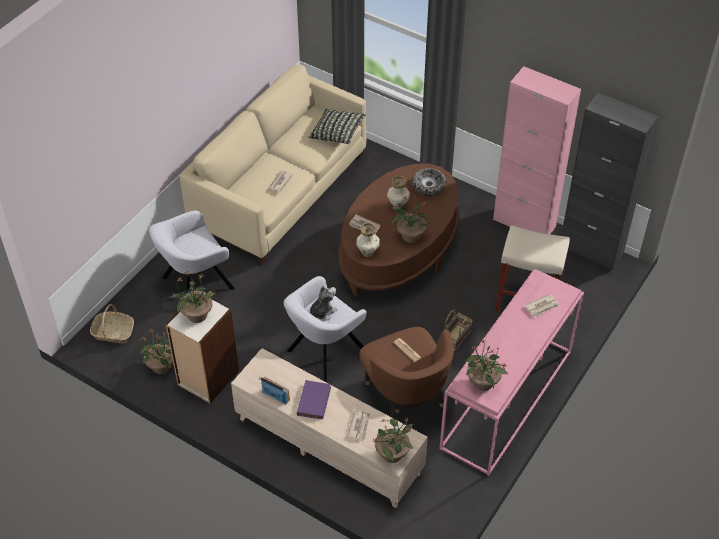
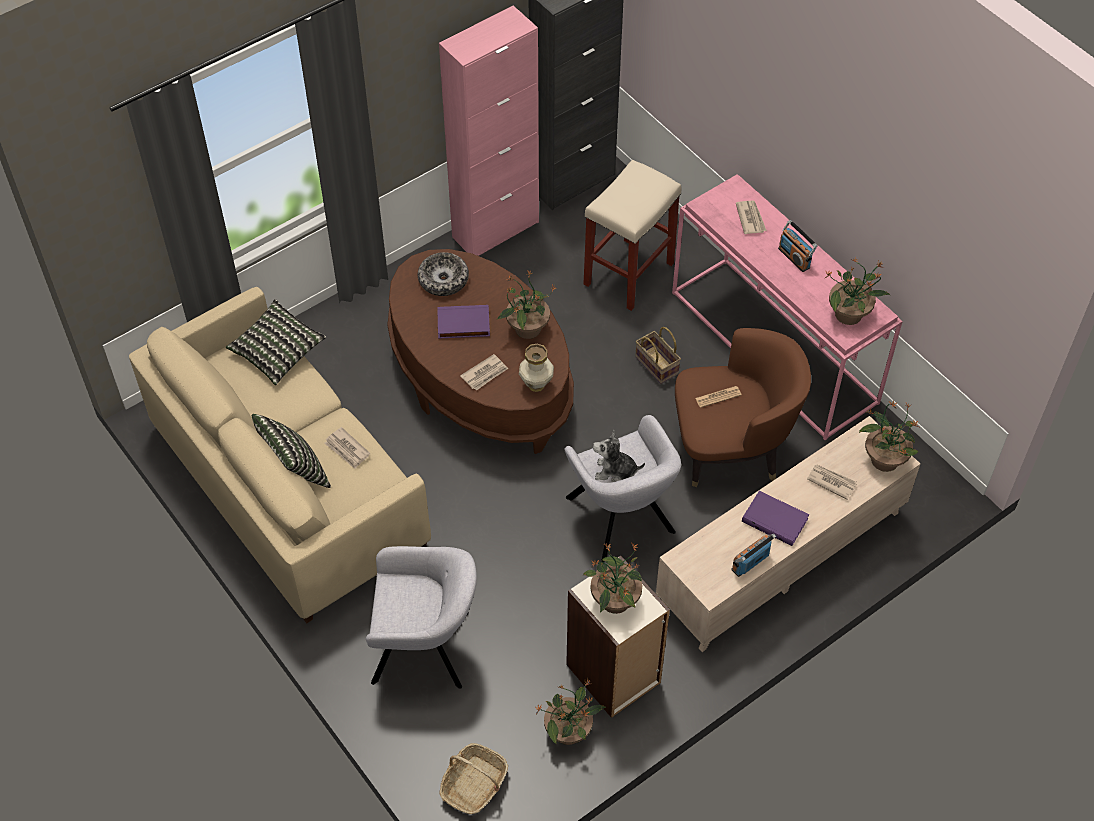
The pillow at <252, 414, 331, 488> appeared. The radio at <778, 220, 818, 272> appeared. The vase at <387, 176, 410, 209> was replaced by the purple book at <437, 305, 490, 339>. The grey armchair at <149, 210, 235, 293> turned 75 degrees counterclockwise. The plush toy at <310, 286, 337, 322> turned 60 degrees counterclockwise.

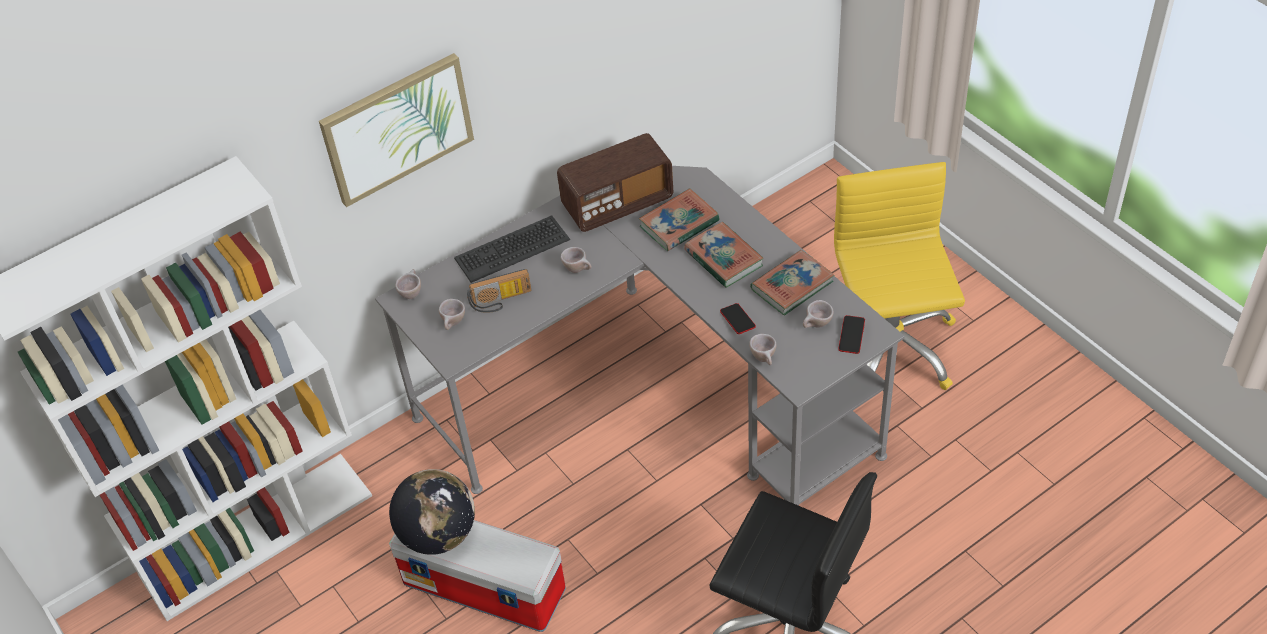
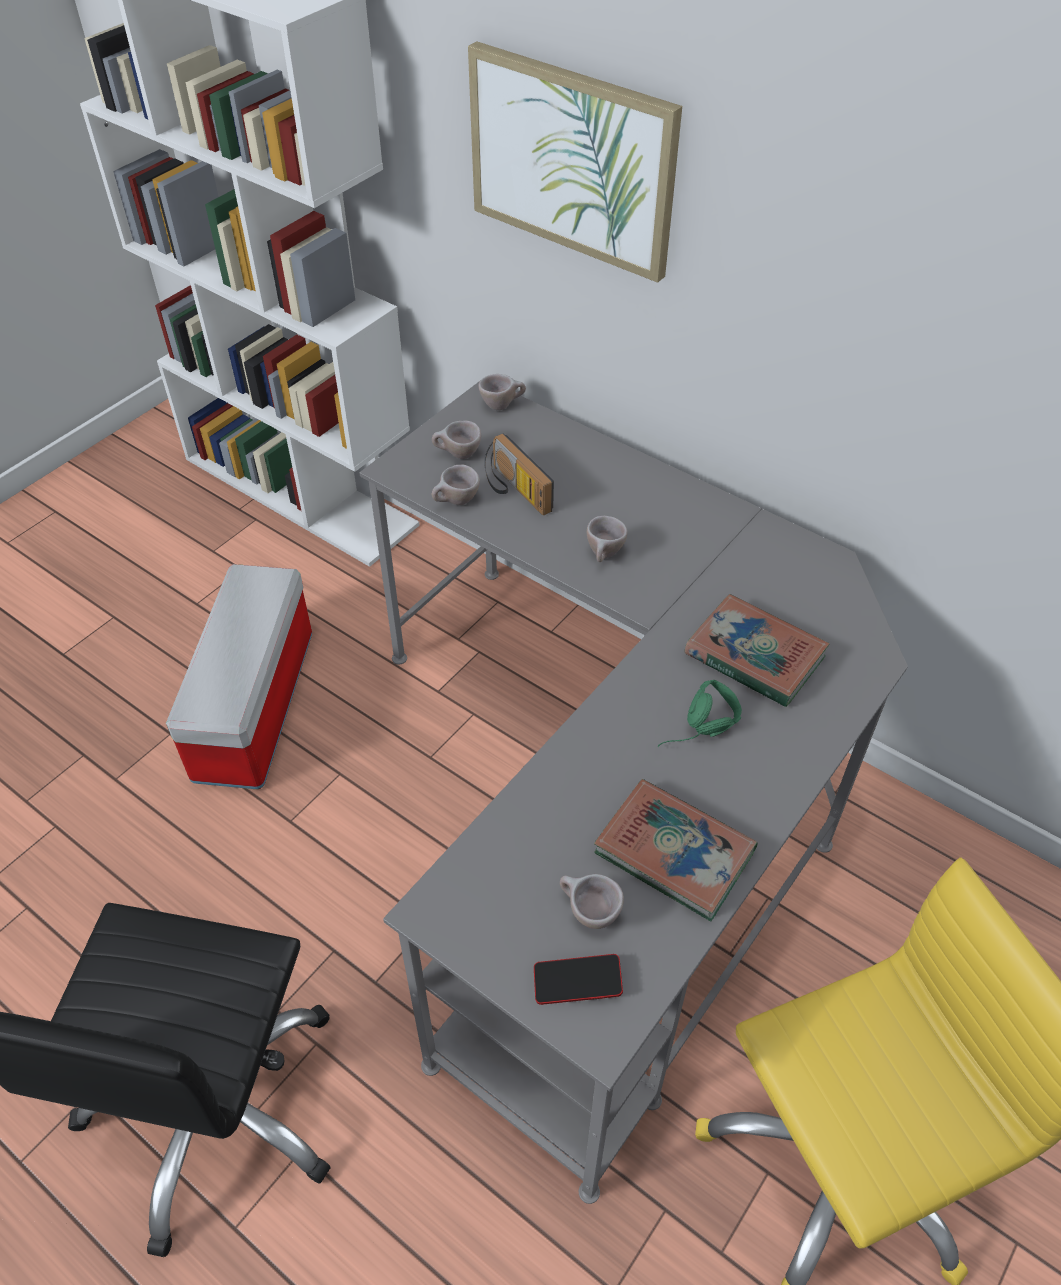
The globe at <389, 469, 475, 555> disappeared. The keyboard at <454, 215, 570, 283> disappeared. The radio at <557, 133, 673, 232> disappeared. The phone at <720, 303, 756, 334> disappeared. The beige cup moved from <749, 334, 776, 365> to <432, 465, 480, 505>. The book at <684, 222, 764, 288> was replaced by the green headphones at <657, 680, 742, 747>.

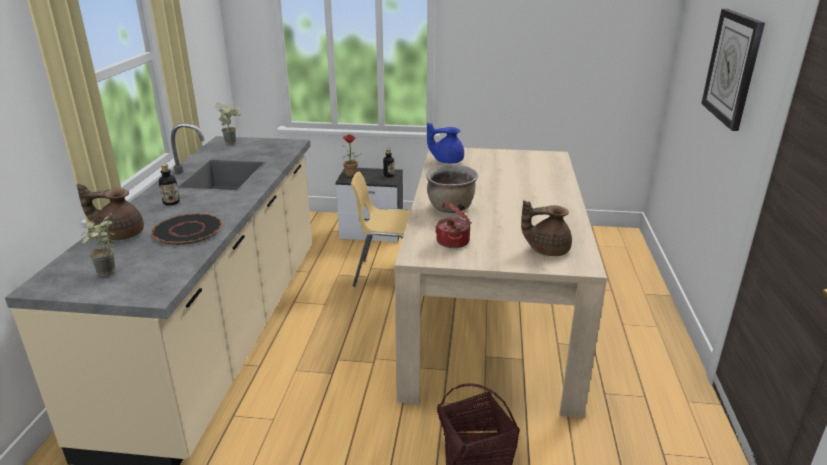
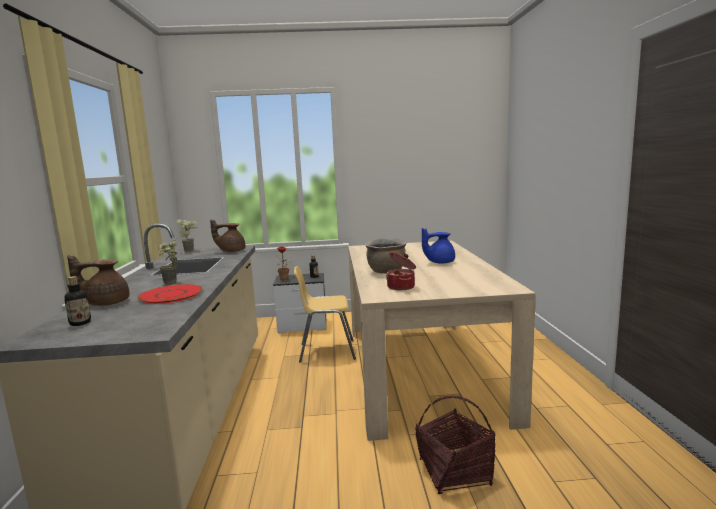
The wall clock at <701, 9, 765, 131> disappeared. The potted plant moved from <81, 213, 116, 277> to <159, 237, 178, 284>. The bottle moved from <159, 164, 180, 206> to <64, 276, 91, 326>. The blue teapot moved from <427, 122, 464, 163> to <422, 228, 455, 263>. The brown teapot moved from <521, 200, 572, 256> to <210, 219, 245, 252>. The black plate at <152, 213, 222, 245> became the red plate at <138, 284, 203, 304>.

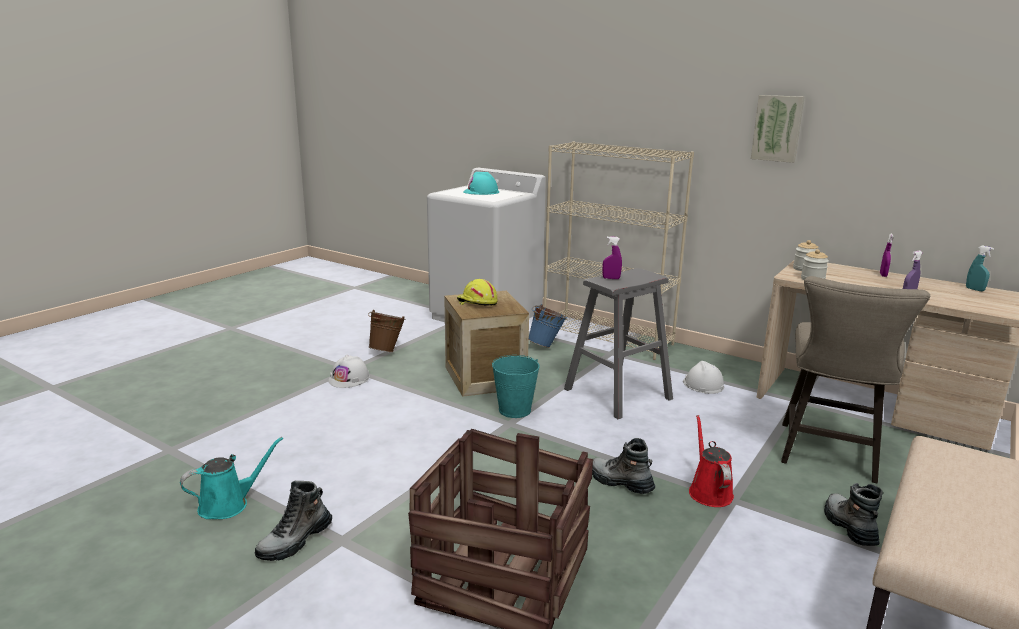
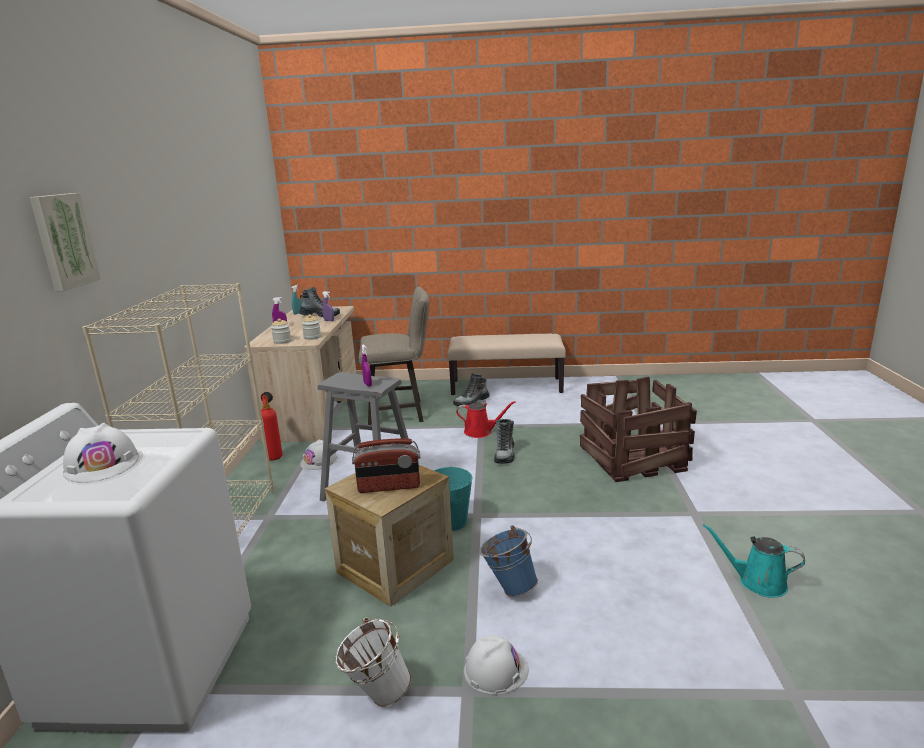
The fire extinguisher at <261, 392, 283, 460> appeared. The boot moved from <255, 481, 332, 561> to <299, 287, 340, 317>. The blue bucket moved from <529, 304, 567, 348> to <479, 526, 538, 597>. The picture moved from <751, 95, 805, 163> to <30, 193, 101, 291>. The yellow hard hat at <457, 279, 498, 306> was replaced by the radio at <352, 438, 420, 493>. The brown bucket at <368, 310, 405, 352> became the white bucket at <335, 618, 411, 707>. The turquoise hard hat at <463, 172, 499, 195> became the white hard hat at <63, 423, 139, 482>. The red watering can at <689, 415, 734, 507> turned 135 degrees counterclockwise.

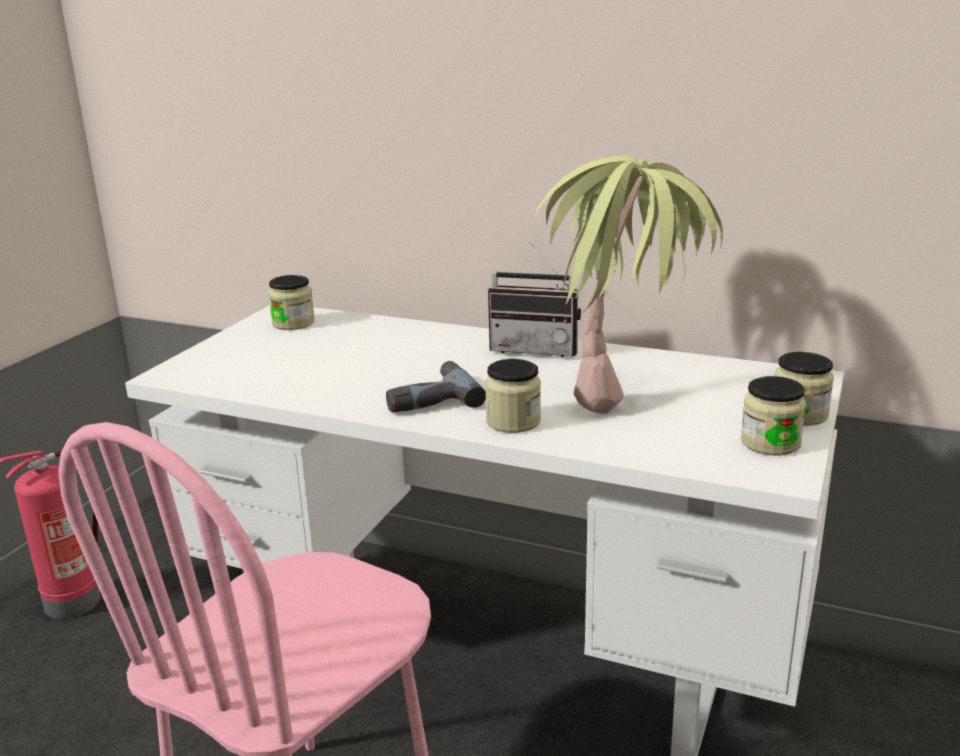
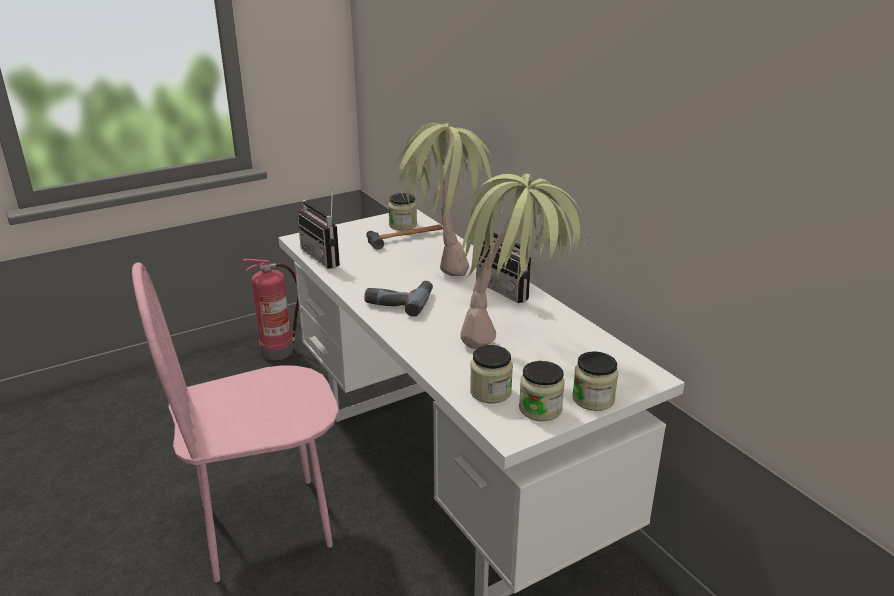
The radio at <297, 188, 340, 269> appeared. The hammer at <366, 224, 443, 250> appeared. The potted plant at <394, 123, 492, 276> appeared. The jar moved from <485, 359, 541, 433> to <470, 345, 513, 403>.

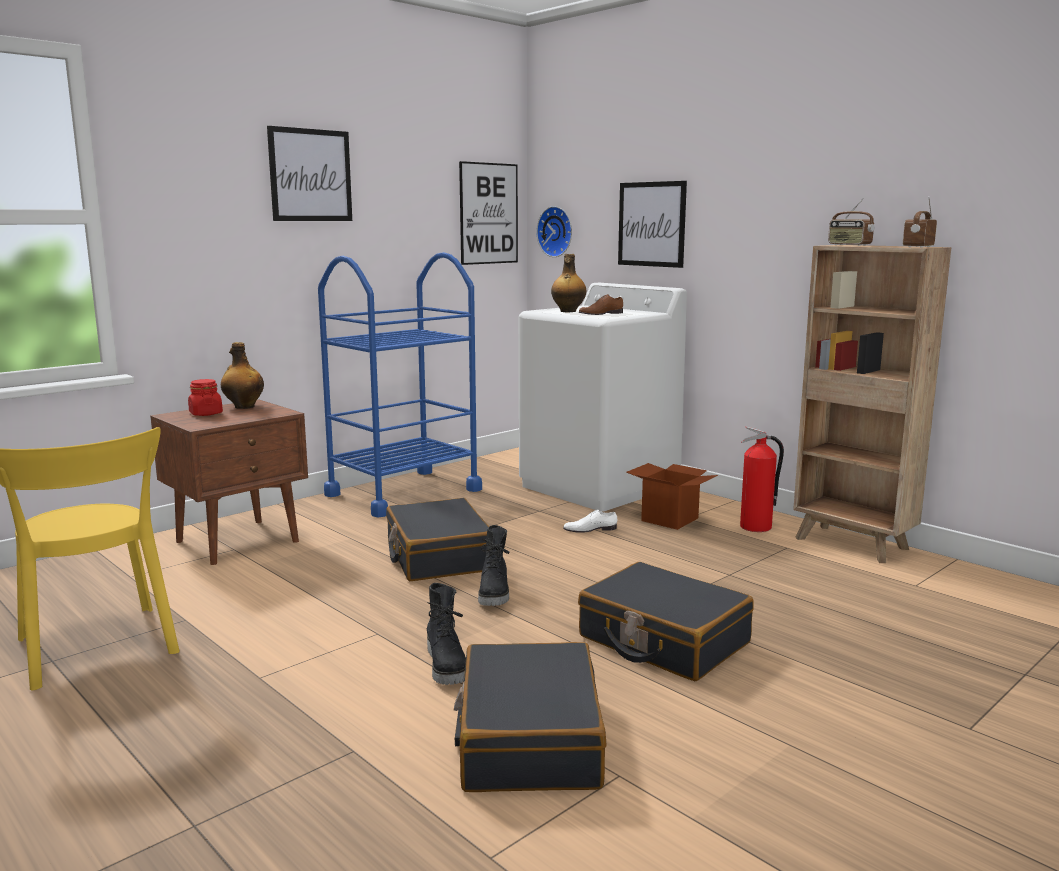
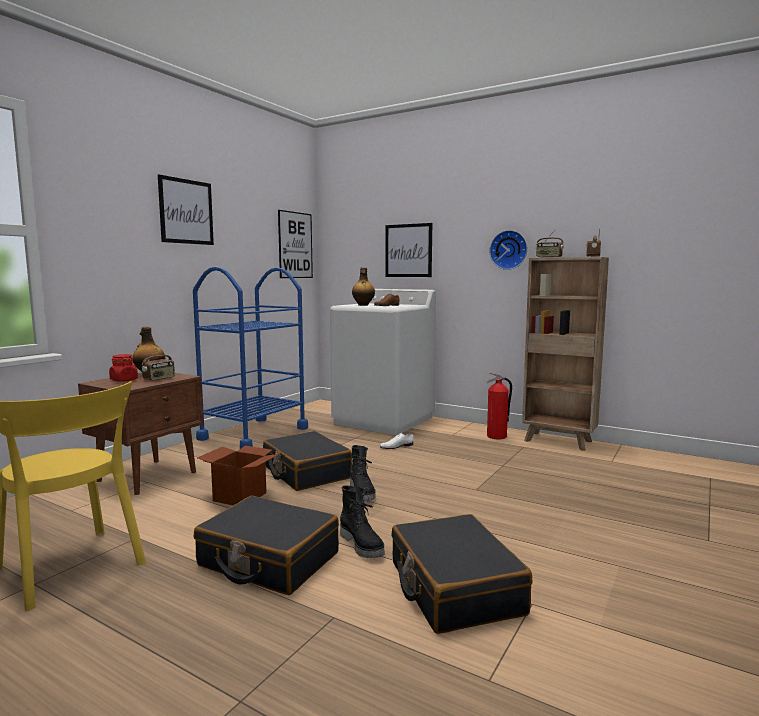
The radio at <142, 345, 175, 381> appeared. The wall clock moved from <536, 206, 572, 257> to <489, 230, 528, 270>. The black suitcase moved from <578, 562, 754, 681> to <194, 496, 339, 595>. The cardboard box moved from <626, 463, 718, 530> to <197, 446, 279, 505>.

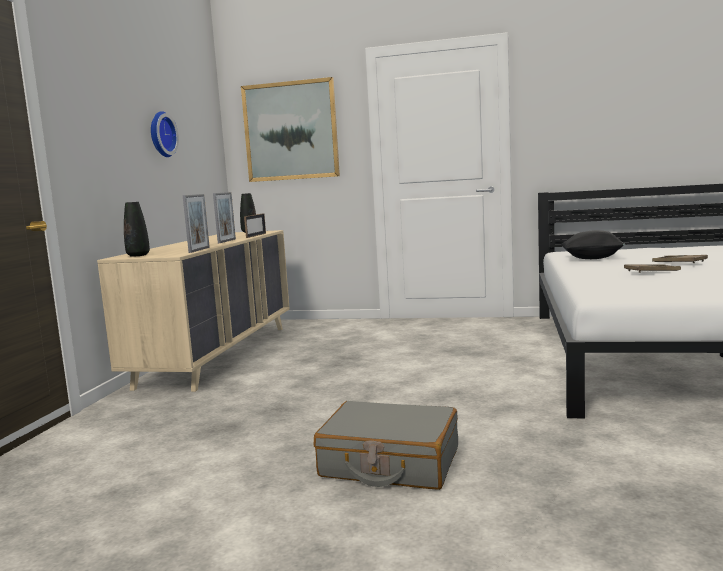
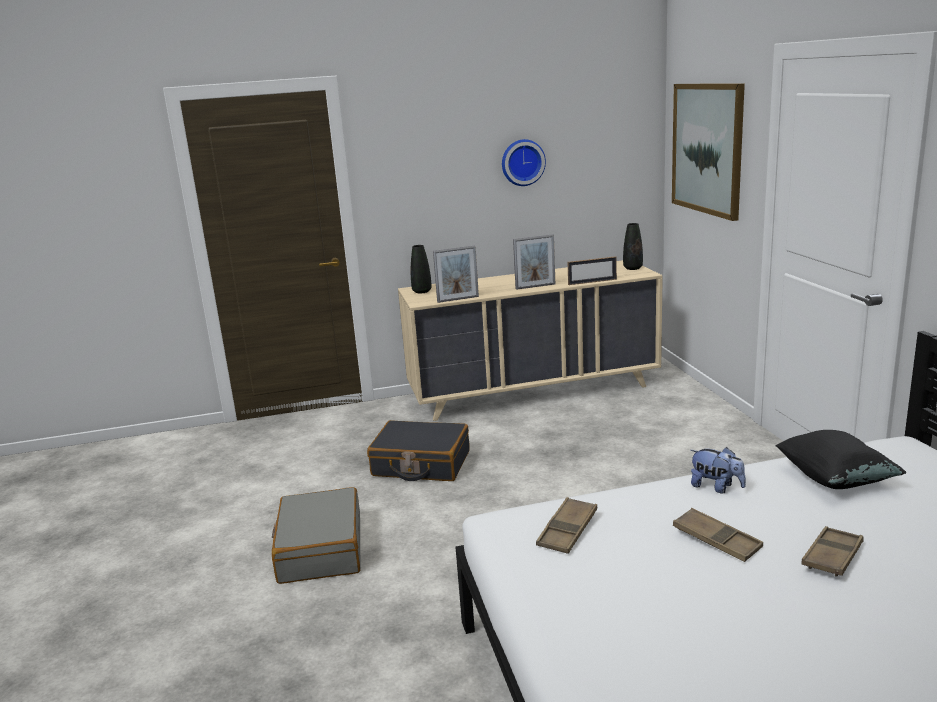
The black suitcase at <367, 420, 470, 481> appeared. The brown tray at <536, 497, 597, 554> appeared. The plush toy at <690, 447, 746, 493> appeared.

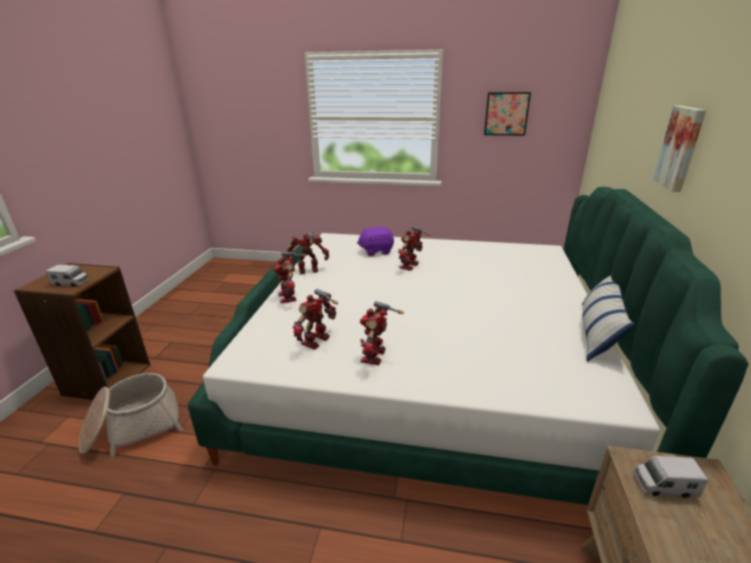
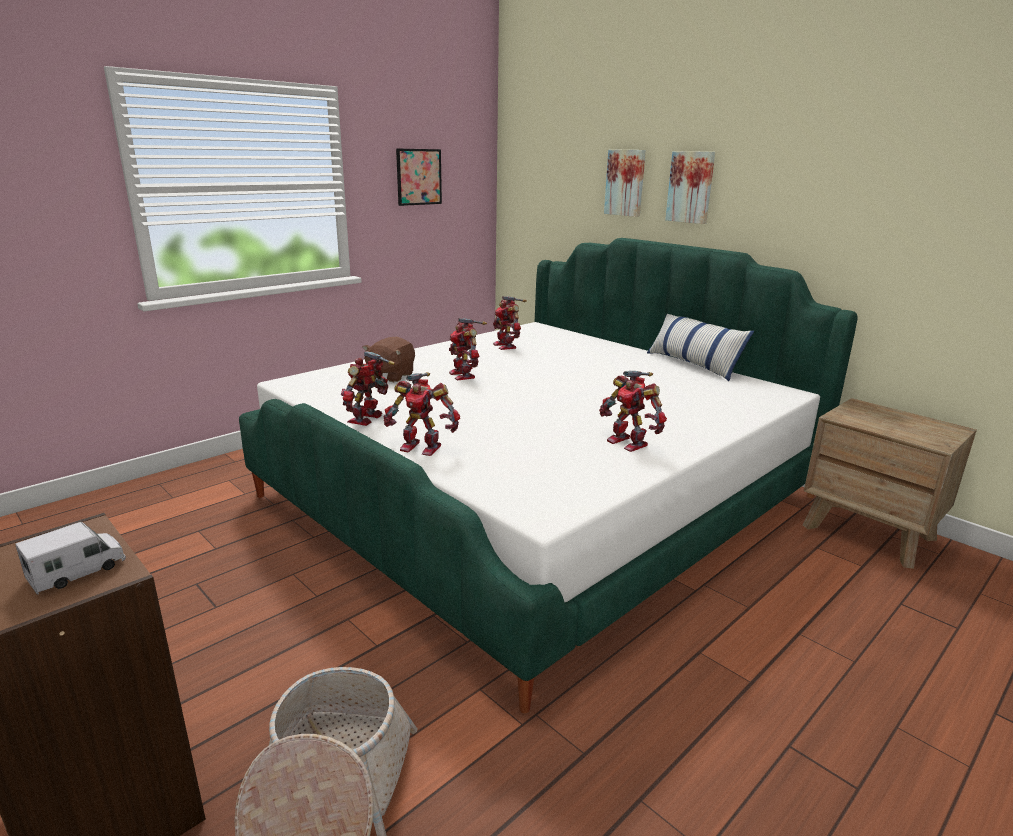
The toy truck at <633, 456, 708, 498> disappeared. The picture at <604, 149, 646, 217> appeared. The toy robot moved from <293, 289, 338, 350> to <493, 296, 527, 350>. The purple plush toy at <357, 227, 394, 256> became the brown plush toy at <362, 337, 415, 382>.

